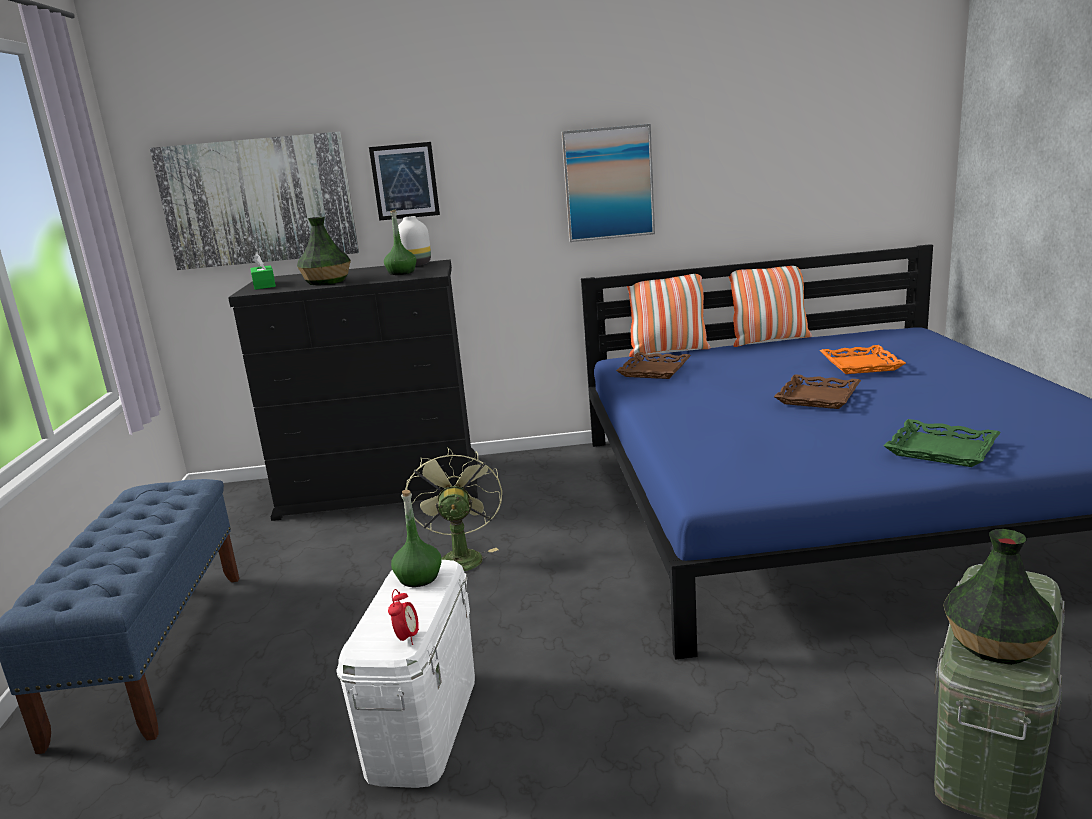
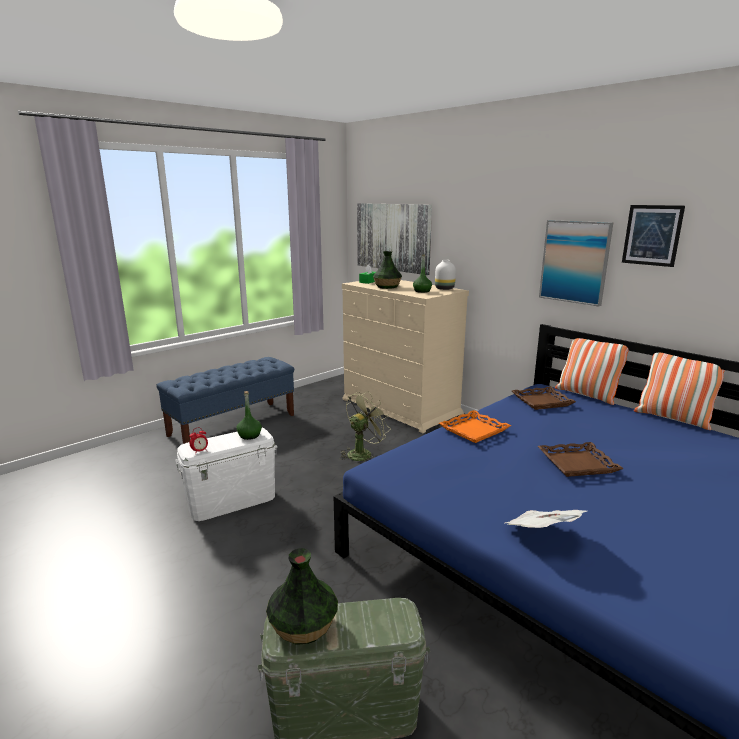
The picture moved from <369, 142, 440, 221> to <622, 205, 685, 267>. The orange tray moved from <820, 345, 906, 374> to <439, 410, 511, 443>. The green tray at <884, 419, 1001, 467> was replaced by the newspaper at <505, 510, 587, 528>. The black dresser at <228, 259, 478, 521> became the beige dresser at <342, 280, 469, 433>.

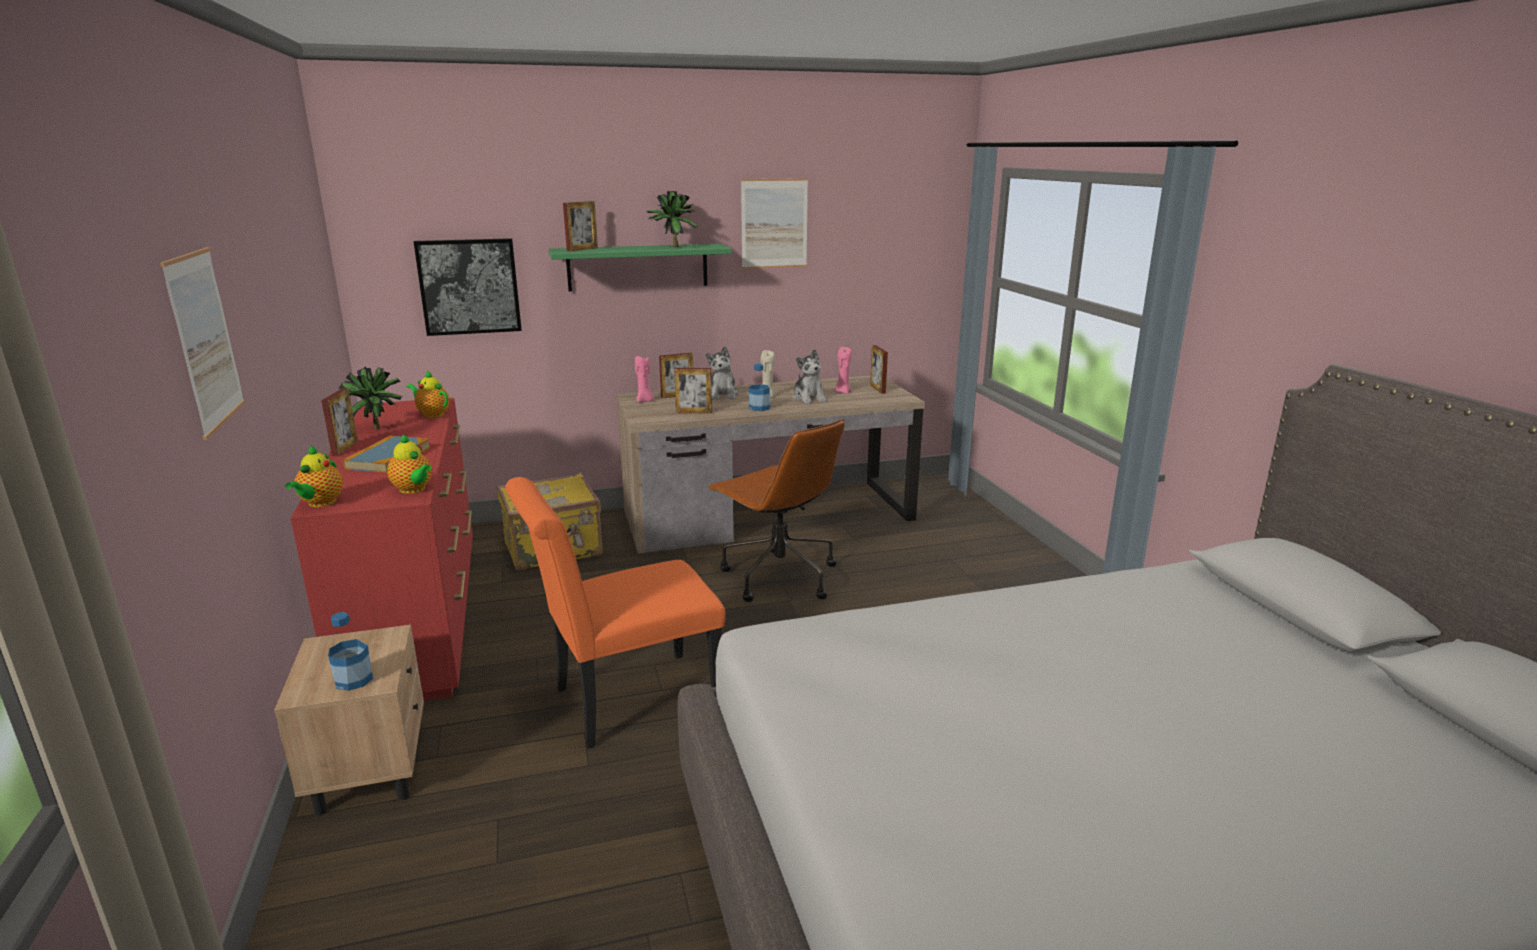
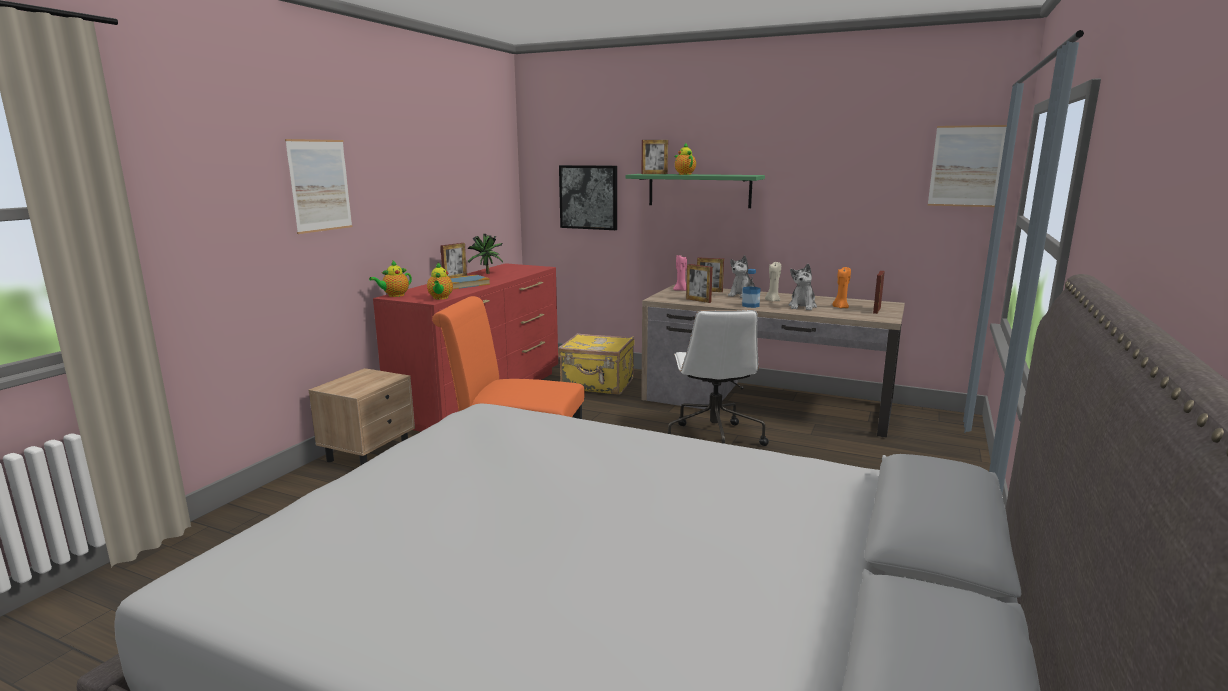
The bottle at <328, 612, 373, 691> disappeared. The potted plant at <647, 191, 698, 247> disappeared. The teapot moved from <406, 370, 449, 418> to <675, 143, 696, 175>. The picture moved from <741, 178, 808, 269> to <928, 125, 1007, 207>. The brown office chair at <707, 419, 845, 602> became the white office chair at <668, 310, 769, 446>. The pink candle at <835, 347, 852, 394> became the orange candle at <832, 267, 851, 308>.

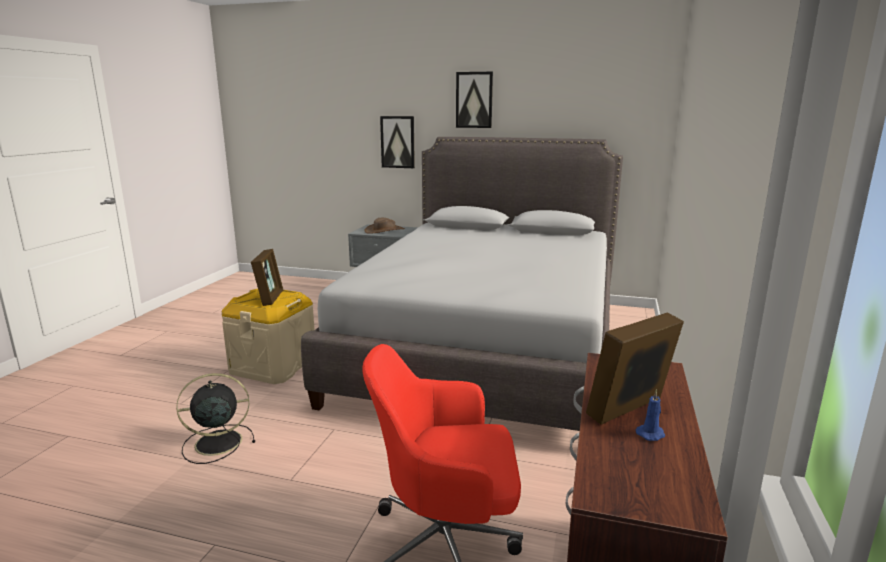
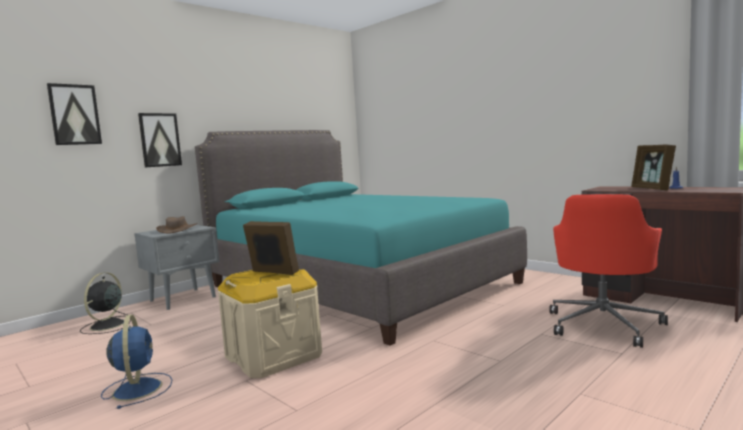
The blue fan at <101, 315, 172, 409> appeared. The black fan moved from <176, 373, 255, 464> to <80, 272, 131, 334>. The picture moved from <456, 72, 493, 128> to <47, 83, 102, 145>. The grey bed at <301, 137, 623, 431> became the turquoise bed at <195, 130, 527, 345>.

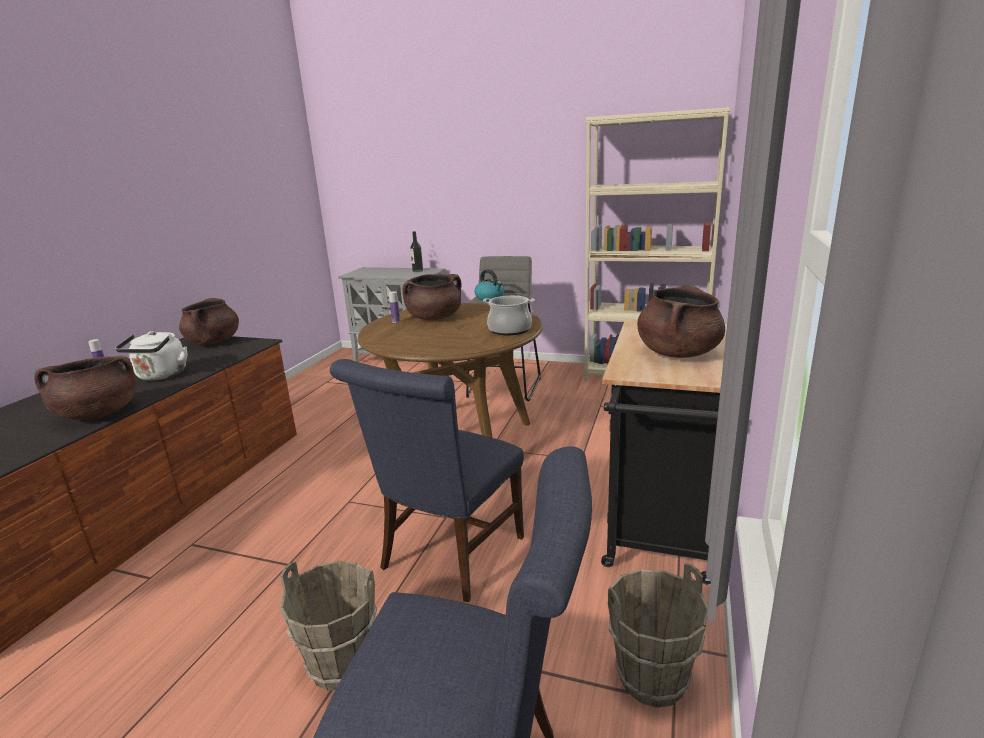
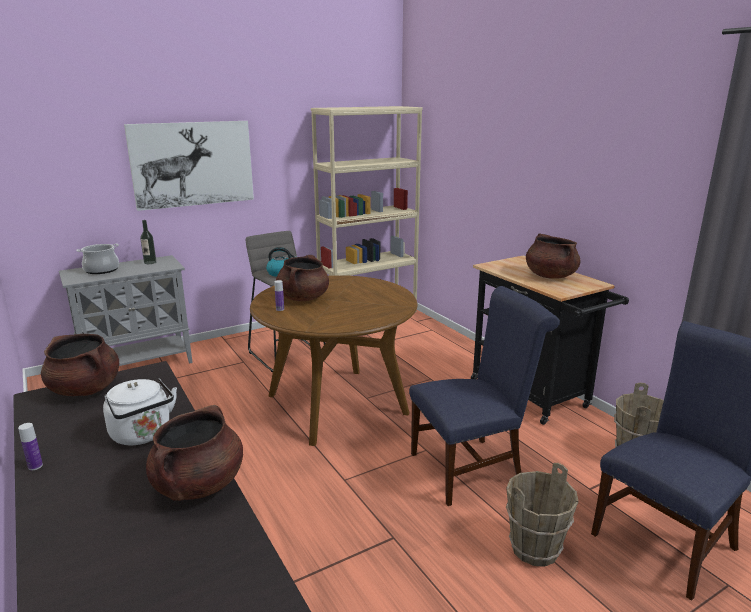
The picture at <124, 121, 254, 211> appeared. The cooking pot moved from <483, 296, 535, 335> to <76, 244, 119, 274>. The blue chair at <330, 359, 524, 602> turned 90 degrees counterclockwise.

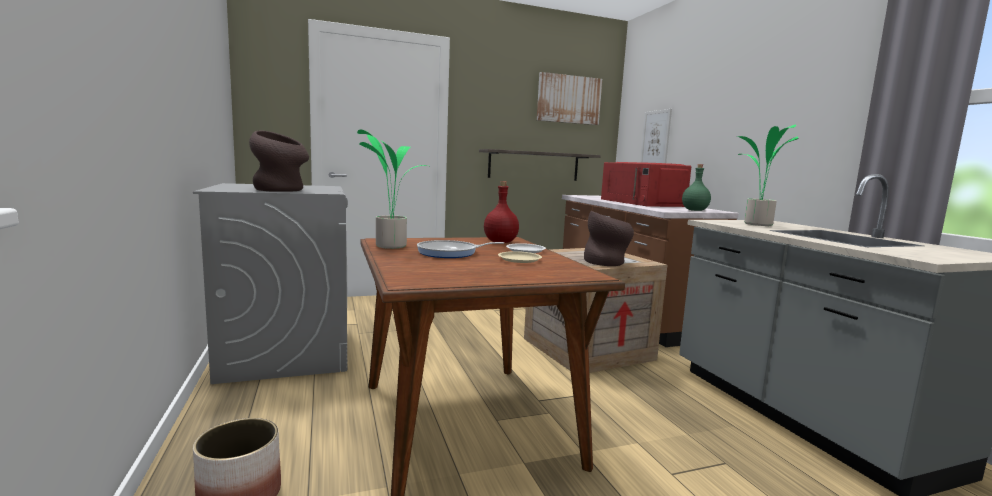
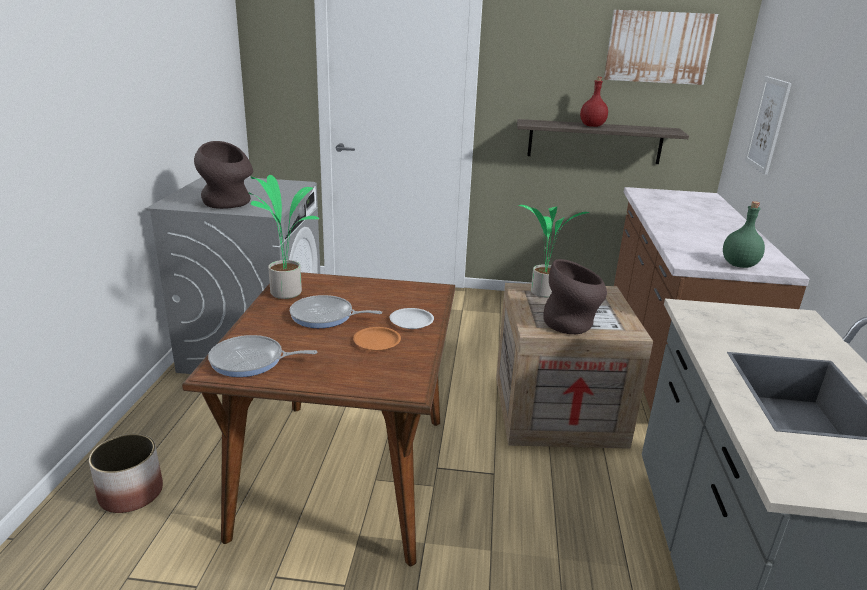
The red microwave at <601, 162, 692, 207> disappeared. The frying pan at <208, 335, 318, 377> appeared. The red bottle moved from <484, 181, 519, 243> to <580, 77, 608, 127>. The potted plant moved from <737, 125, 799, 226> to <519, 205, 590, 297>. The beige plate at <498, 251, 542, 263> became the orange plate at <353, 327, 401, 351>.

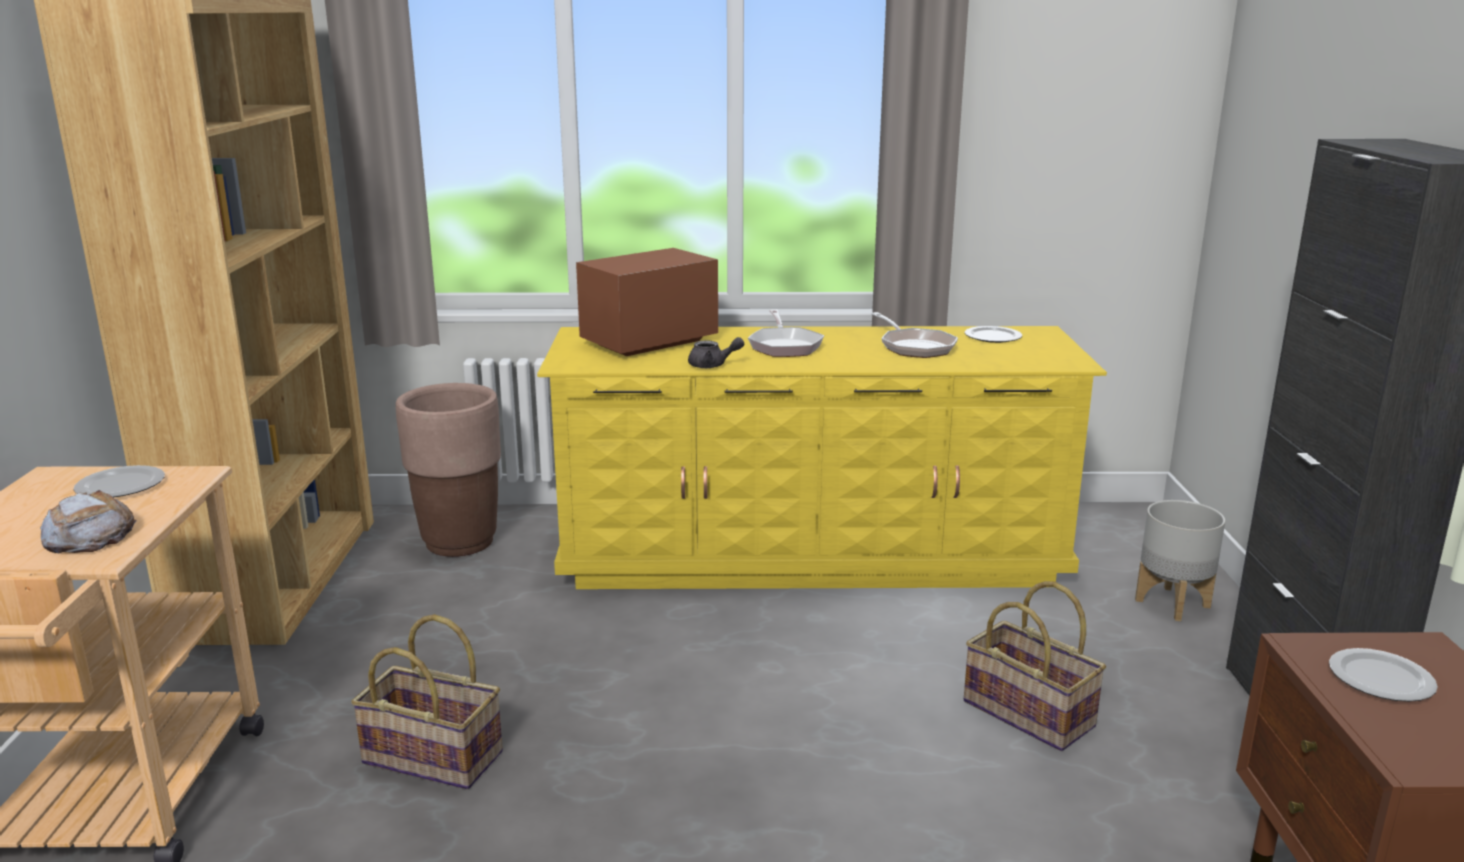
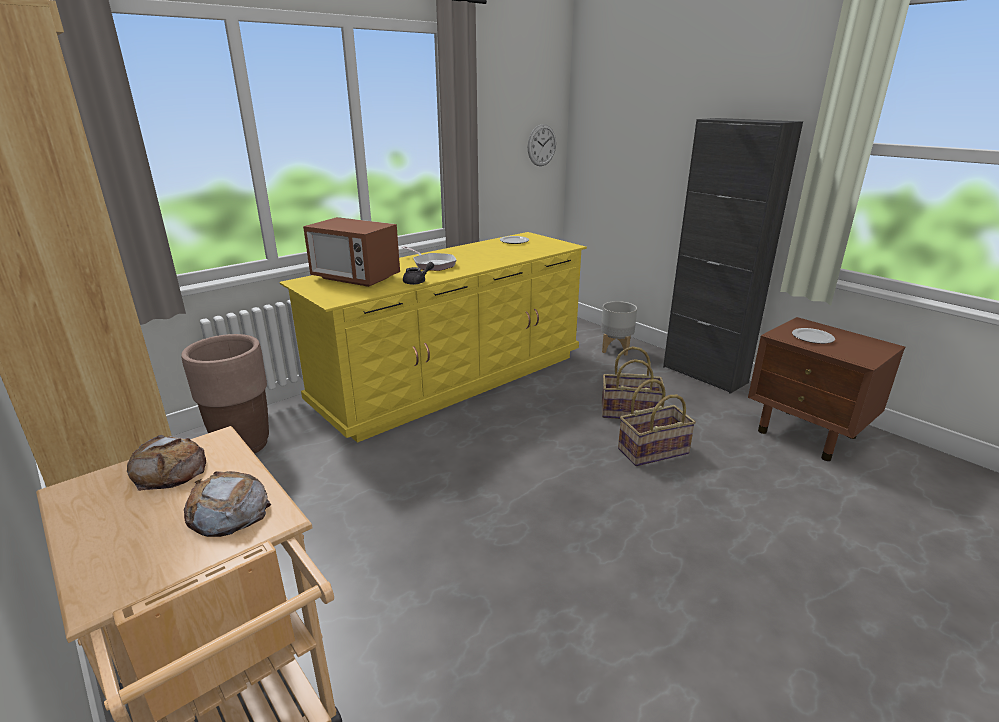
The frying pan at <871, 312, 958, 358> disappeared. The wall clock at <528, 124, 556, 166> appeared. The basket moved from <351, 614, 503, 789> to <618, 379, 696, 466>. The plate at <73, 465, 165, 497> was replaced by the bread at <127, 435, 206, 491>. The microwave at <576, 248, 718, 356> turned 75 degrees counterclockwise.

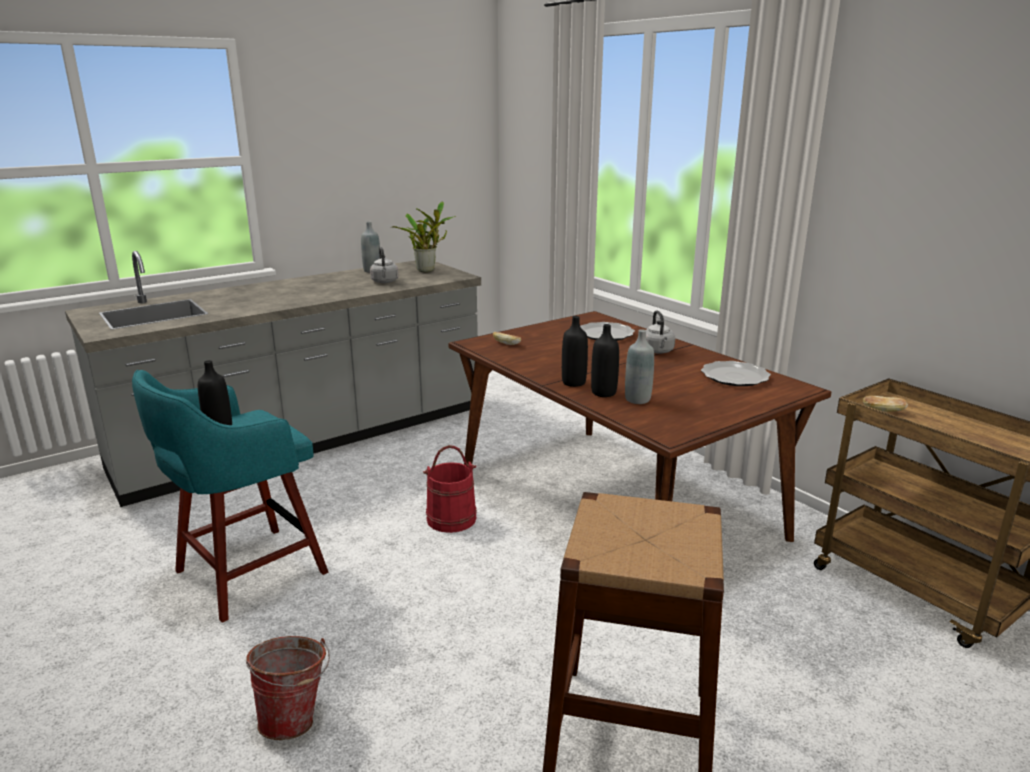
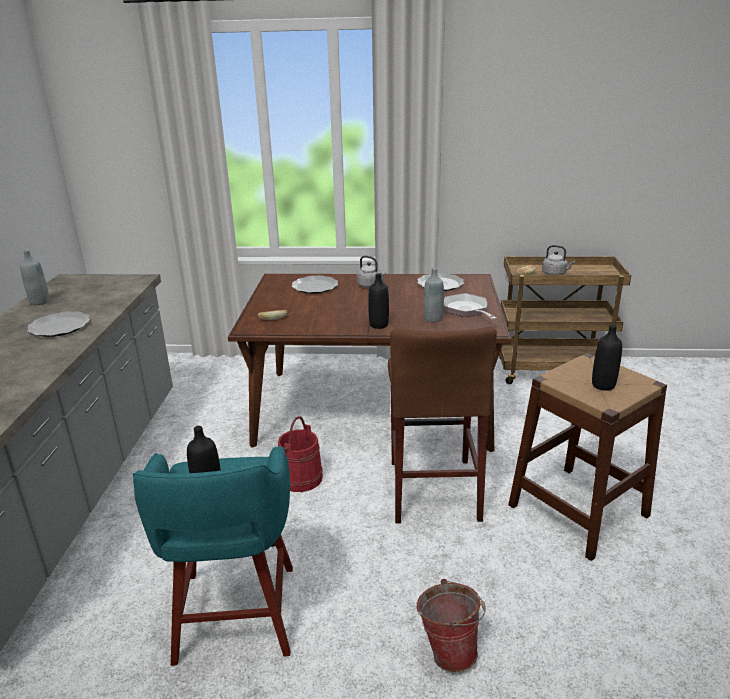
The potted plant at <392, 201, 456, 272> disappeared. The plate at <27, 311, 90, 337> appeared. The brown stool at <388, 327, 497, 524> appeared. The frying pan at <444, 293, 497, 320> appeared. The grey kettle moved from <370, 247, 398, 283> to <542, 245, 575, 275>. The black bottle moved from <591, 324, 619, 397> to <592, 325, 622, 390>.

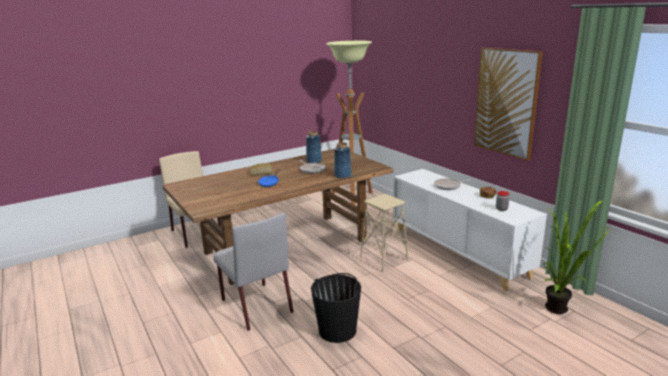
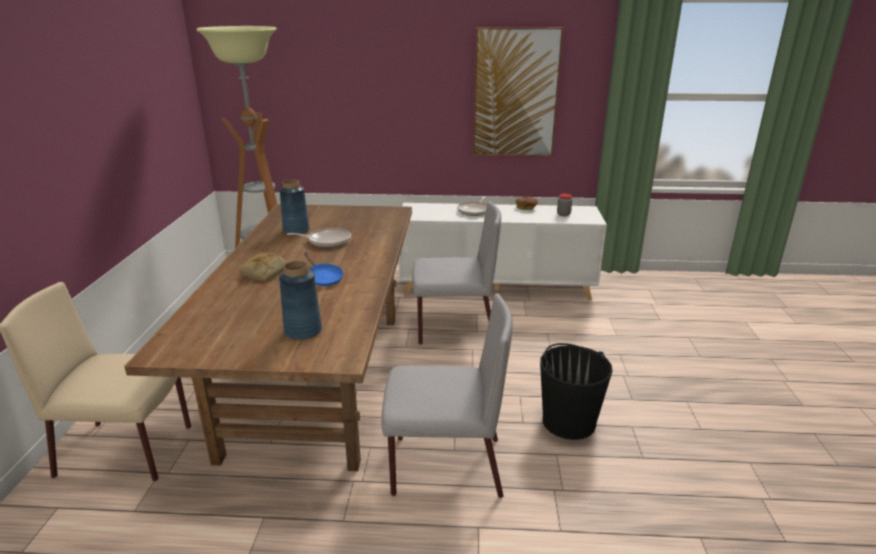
The potted plant at <542, 200, 610, 314> disappeared. The blue vase moved from <334, 142, 352, 178> to <279, 261, 322, 340>. The beige stool at <360, 194, 408, 272> was replaced by the grey chair at <412, 201, 501, 345>.

